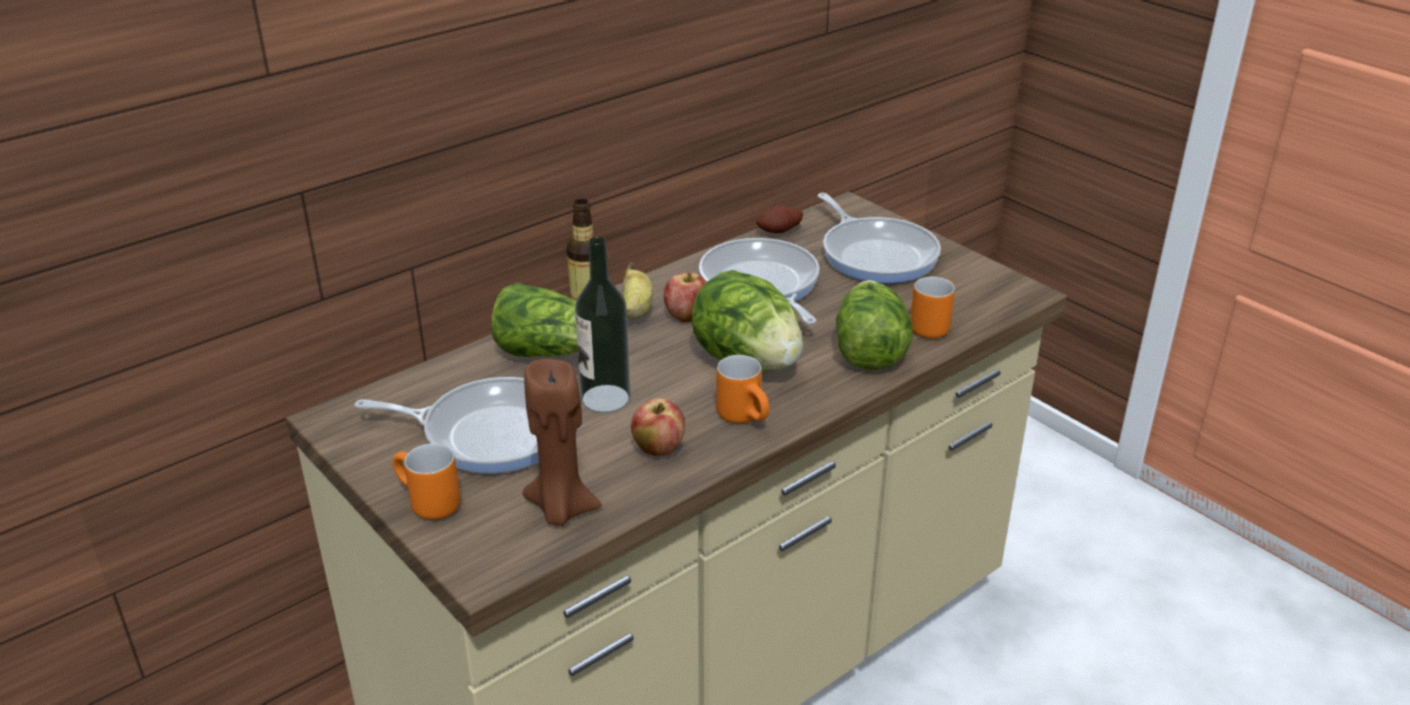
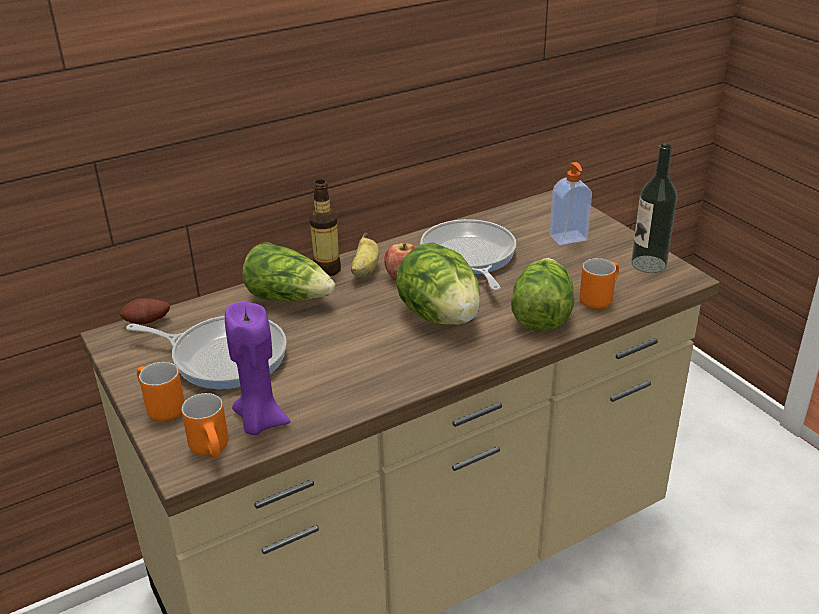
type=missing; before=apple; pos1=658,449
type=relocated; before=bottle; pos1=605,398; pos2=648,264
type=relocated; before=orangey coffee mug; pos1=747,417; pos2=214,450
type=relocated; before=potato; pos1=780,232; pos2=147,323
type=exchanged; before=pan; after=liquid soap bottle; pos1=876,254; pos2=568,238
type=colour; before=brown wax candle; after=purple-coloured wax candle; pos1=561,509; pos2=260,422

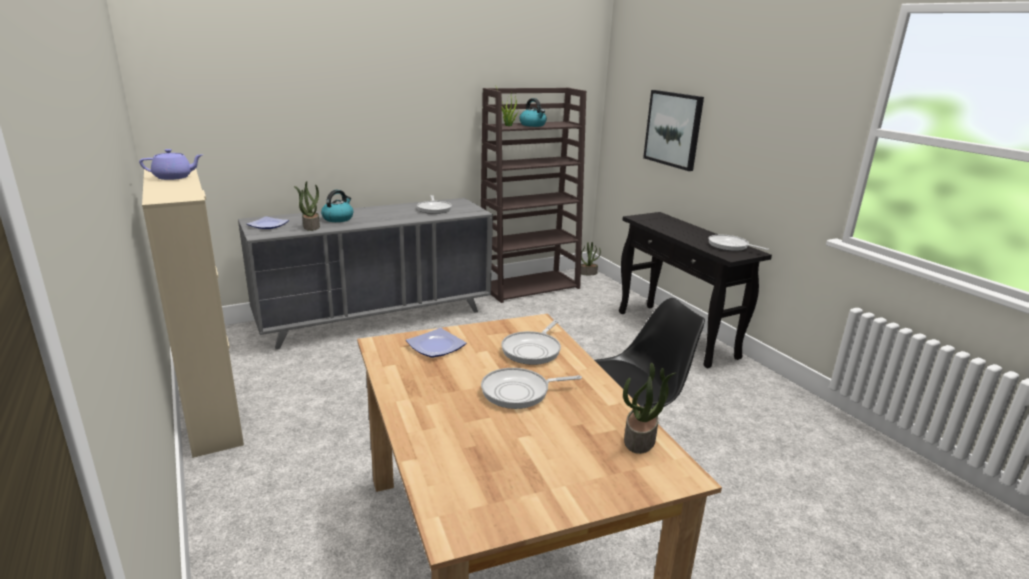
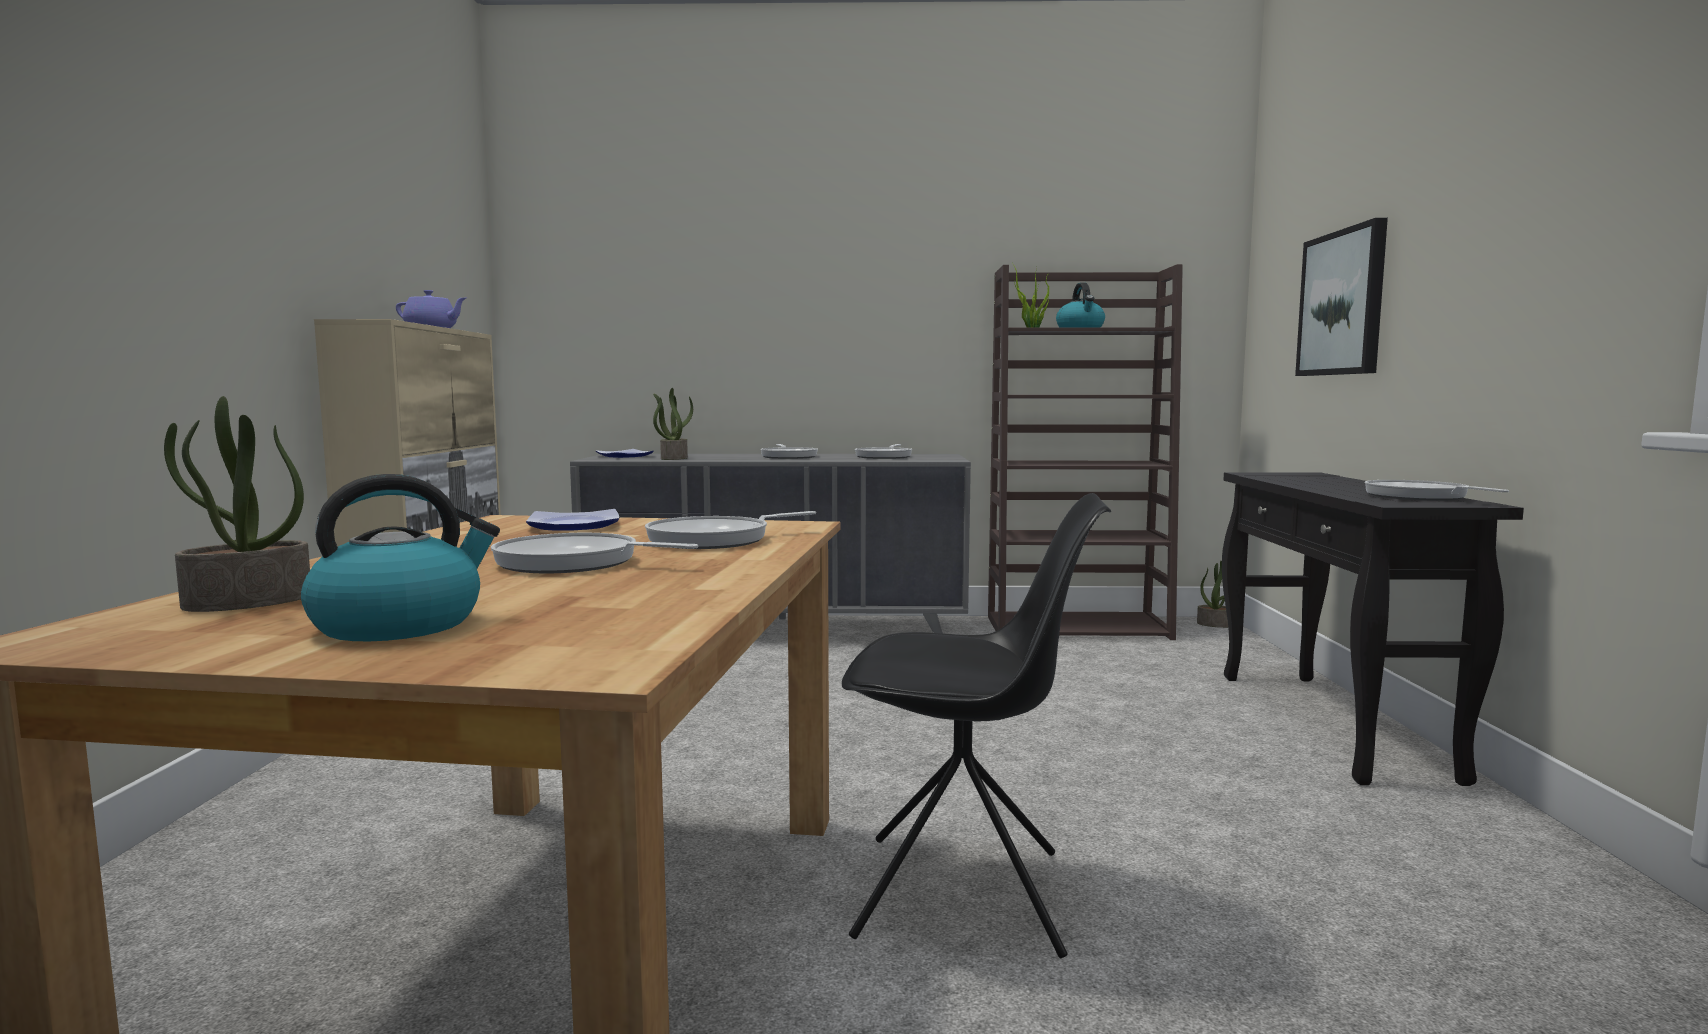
type=appeared; after=pan; pos2=788,456
type=relocated; before=water kettle; pos1=338,218; pos2=400,624
type=relocated; before=potted plant; pos1=640,440; pos2=247,602

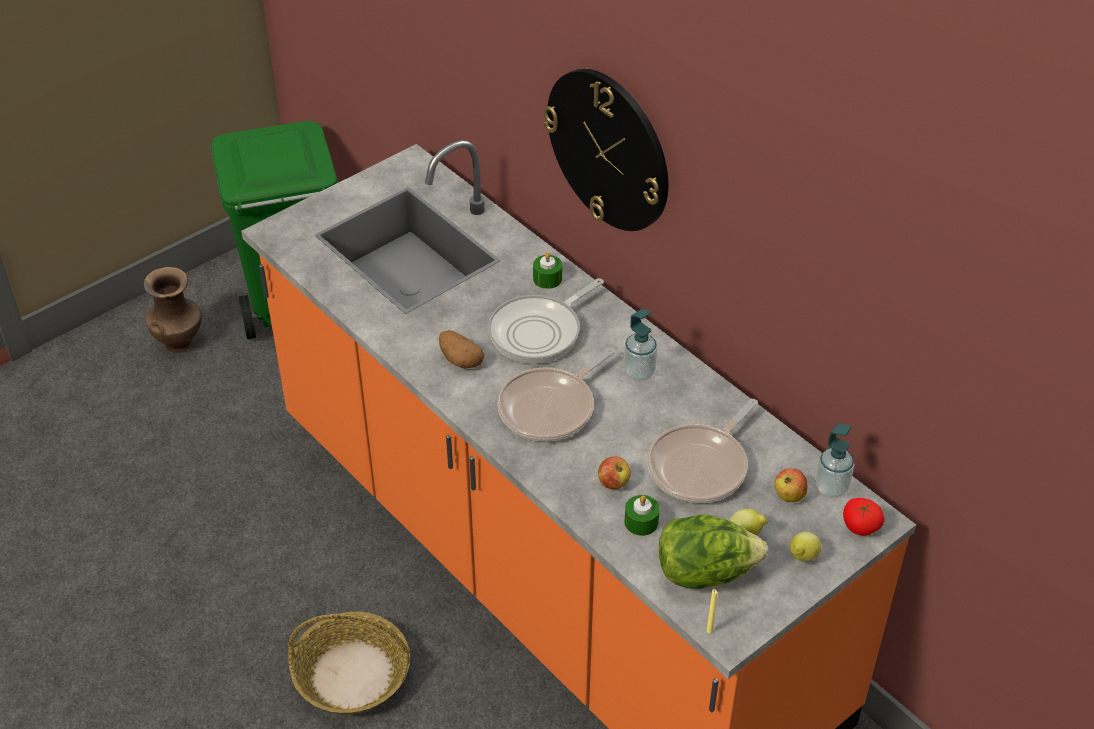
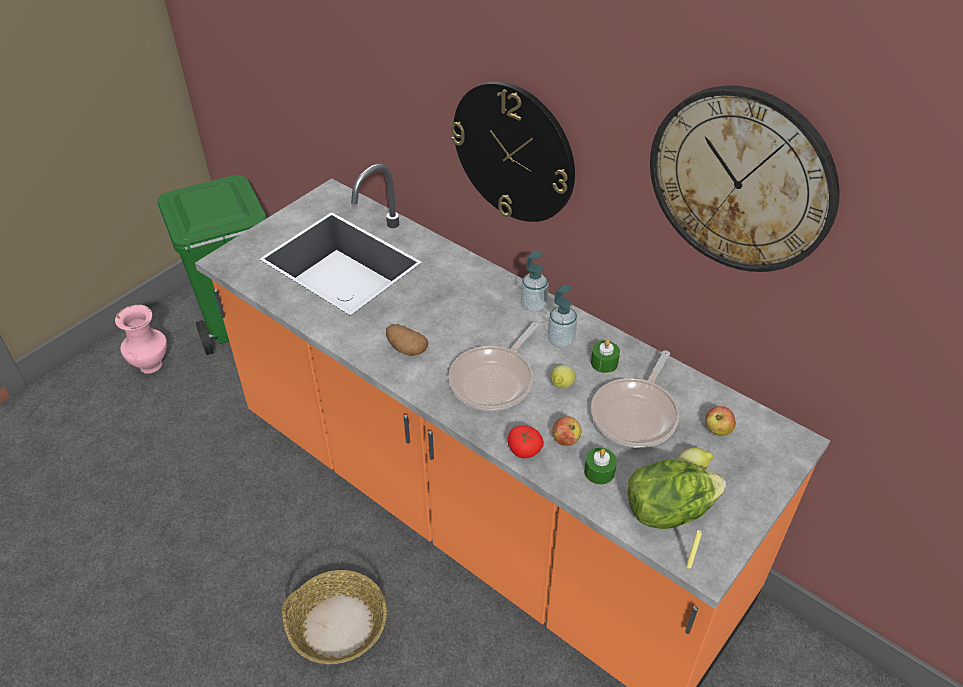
type=missing; before=pan; pos1=539,332
type=appeared; after=wall clock; pos2=741,180
type=relocated; before=green wax candle; pos1=547,278; pos2=604,362
type=relocated; before=lemon; pos1=802,558; pos2=561,387
type=relocated; before=liquid soap bottle; pos1=831,488; pos2=533,305
type=relocated; before=whole tomato; pos1=859,527; pos2=523,451
type=colour; before=brown decorative vase; after=pinkish decorative vase; pos1=179,342; pos2=151,364

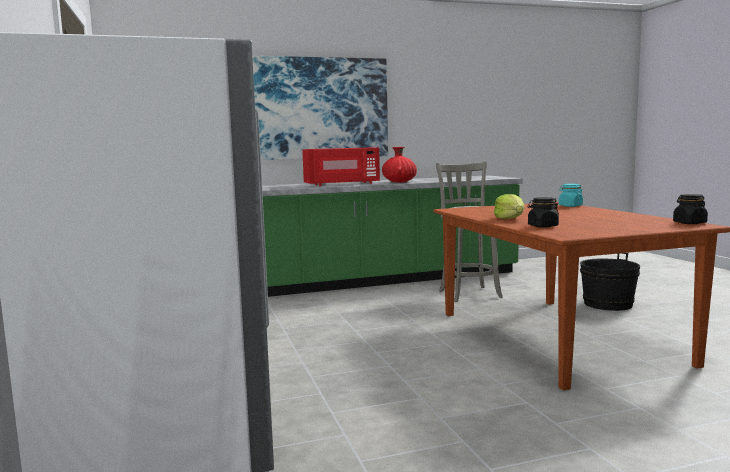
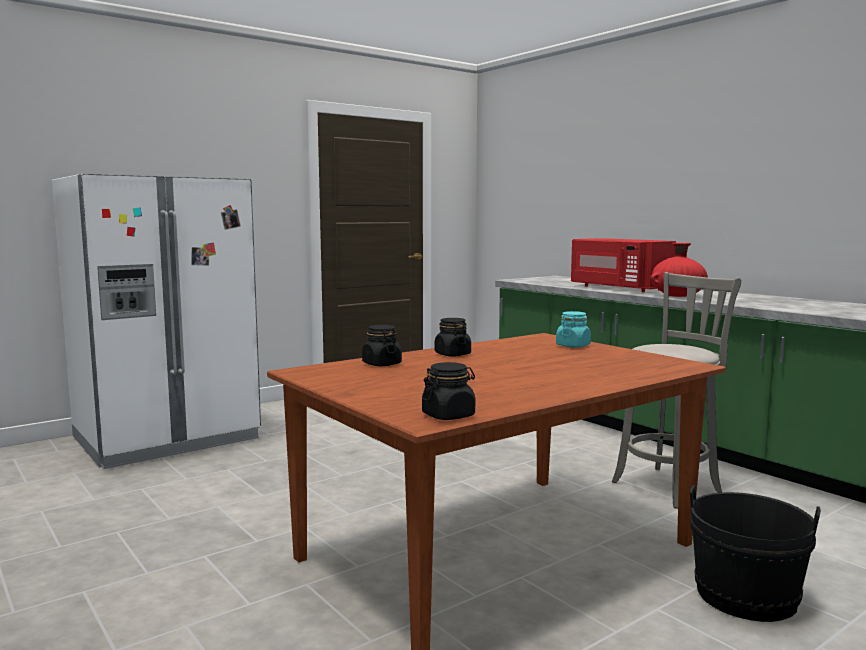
type=missing; before=picture; pos1=316,108
type=relocated; before=blue-green jar; pos1=570,206; pos2=573,346
type=exchanged; before=lettuce; after=black jar; pos1=510,219; pos2=452,354

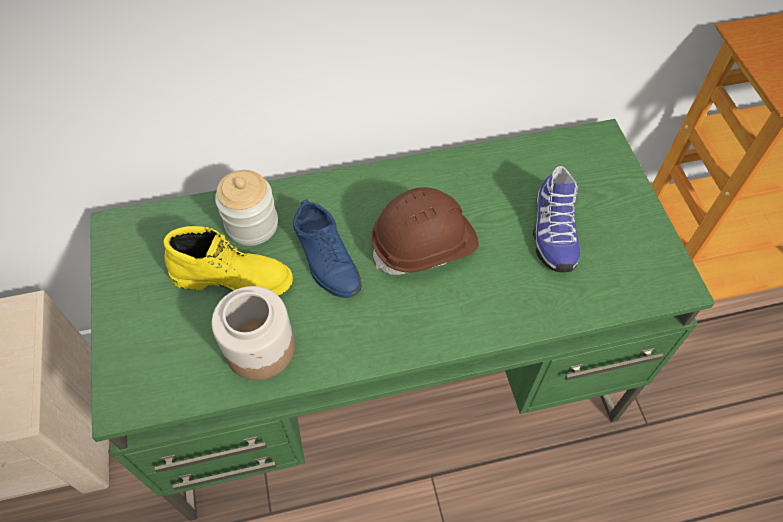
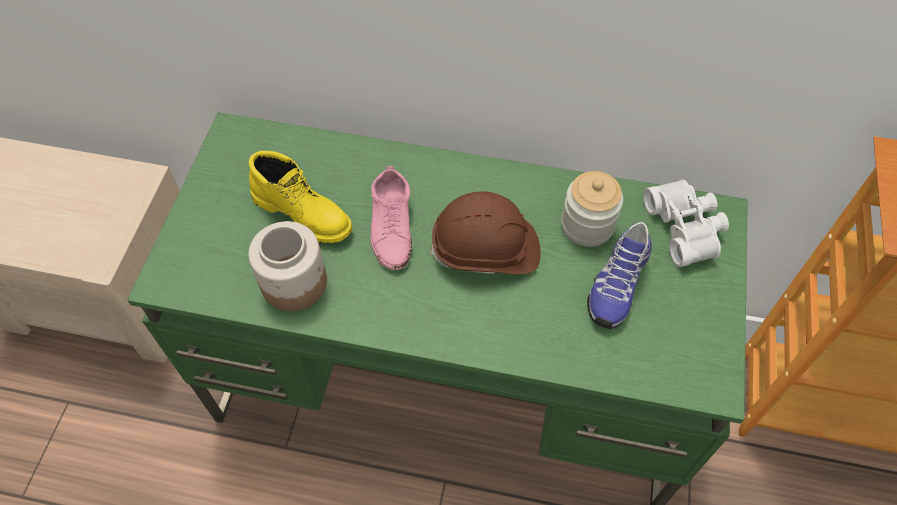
type=appeared; after=whitish pair of binoculars; pos2=686,228
type=relocated; before=jar; pos1=252,225; pos2=587,225
type=colour; before=blue-coloured shoe; after=pinkish shoe; pos1=326,257; pos2=392,226

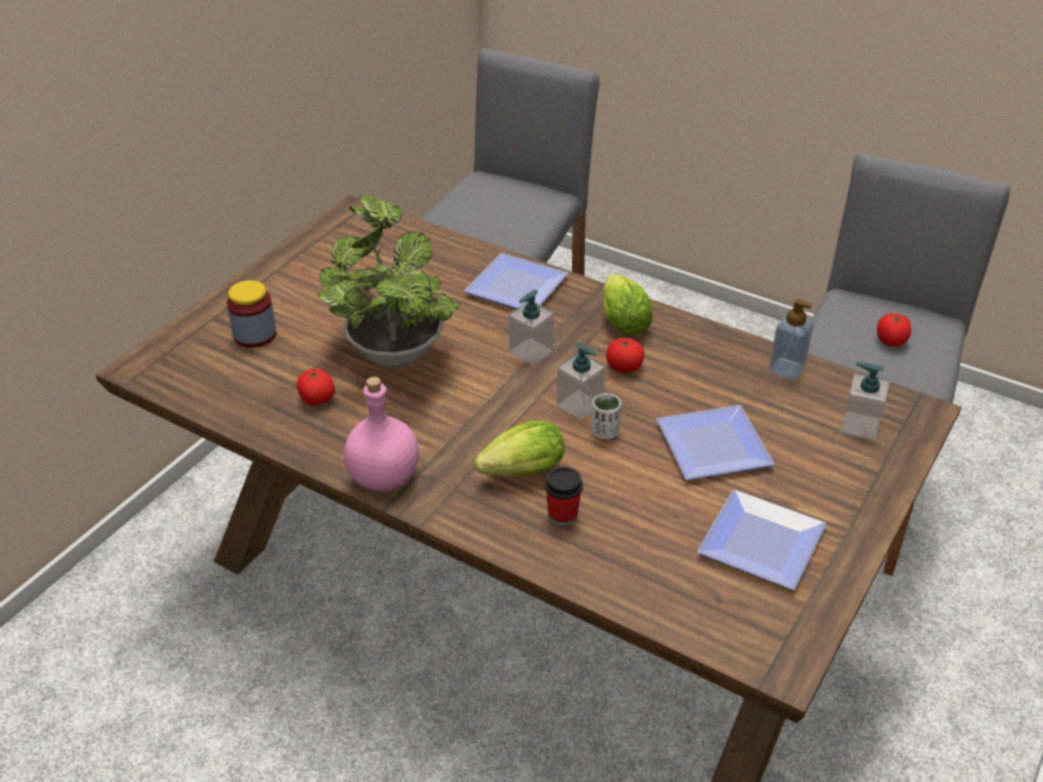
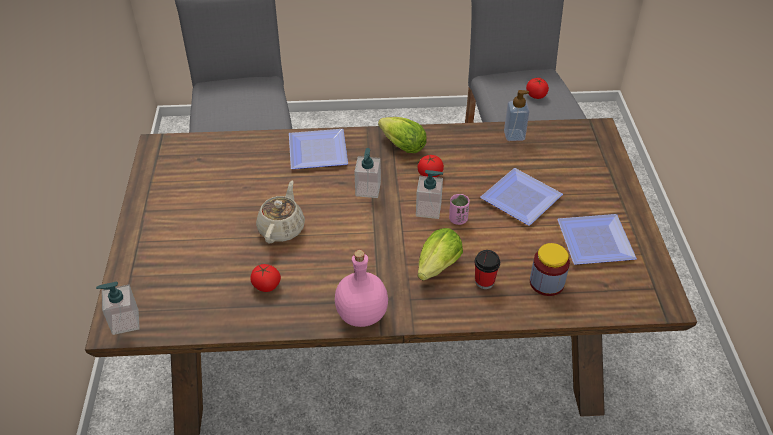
type=relocated; before=jar; pos1=255,335; pos2=546,283
type=relocated; before=liquid soap bottle; pos1=859,425; pos2=125,322
type=exchanged; before=potted plant; after=sand-coloured pot for tea; pos1=393,349; pos2=282,228
type=colour; before=whitish small cup; after=pinkish small cup; pos1=605,432; pos2=458,219

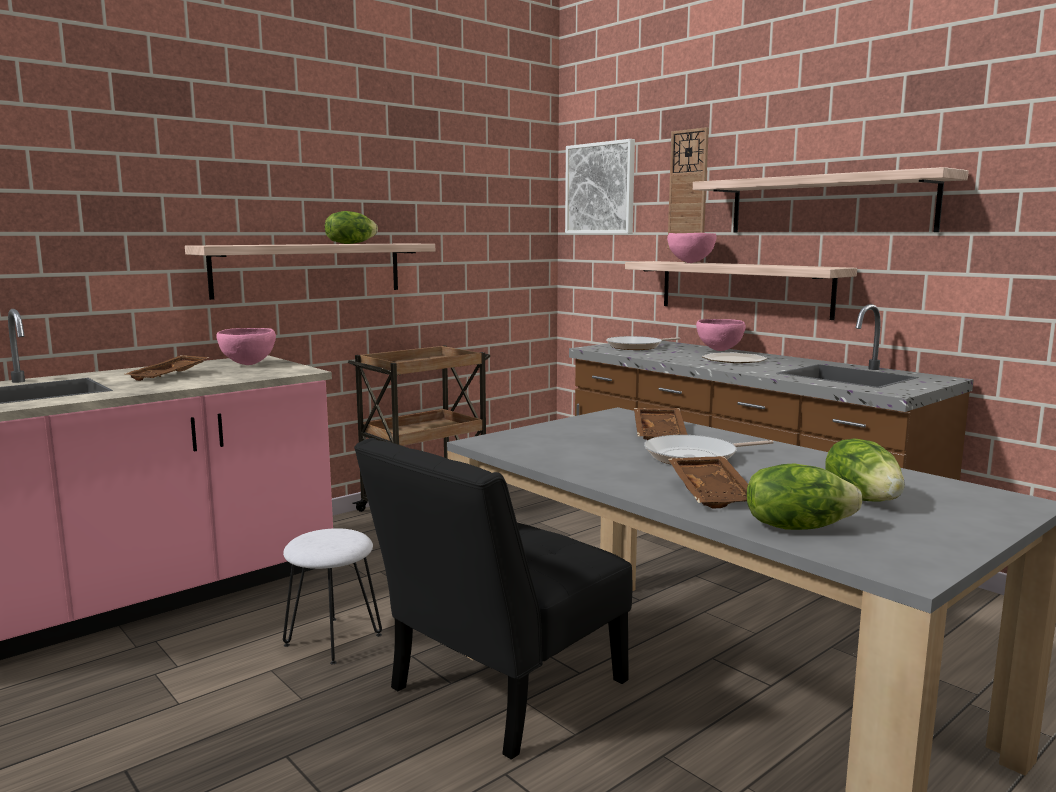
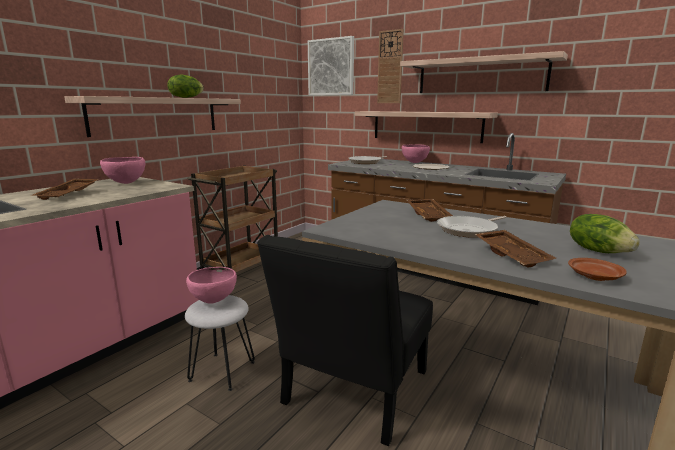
type=relocated; before=pinkish serving bowl; pos1=691,263; pos2=214,301
type=exchanged; before=lettuce; after=brown dinner plate; pos1=796,526; pos2=594,276

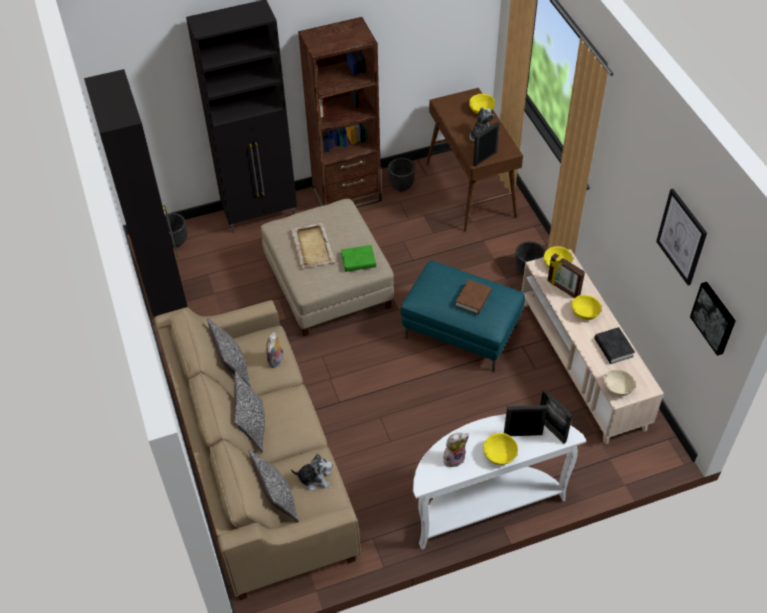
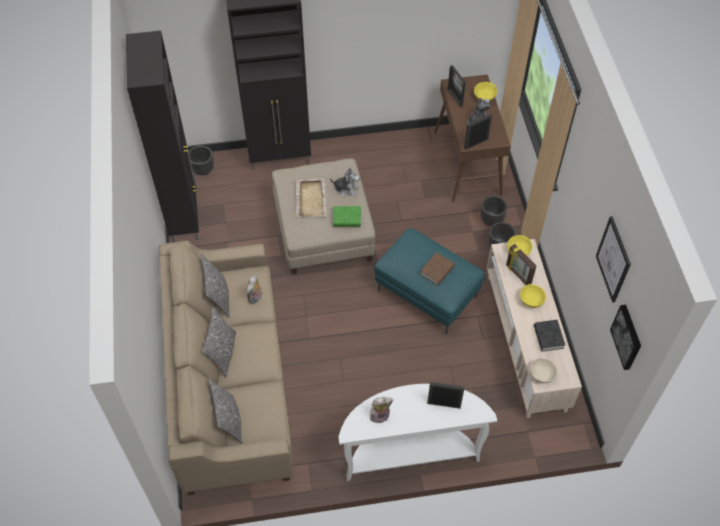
type=missing; before=brown bookshelf; pos1=347,195
type=missing; before=yellowish serving bowl; pos1=499,455
type=relocated; before=cuddly toy; pos1=315,479; pos2=346,189
type=relocated; before=black plant pot; pos1=402,186; pos2=491,220
type=relocated; before=standing frame; pos1=551,430; pos2=455,98

